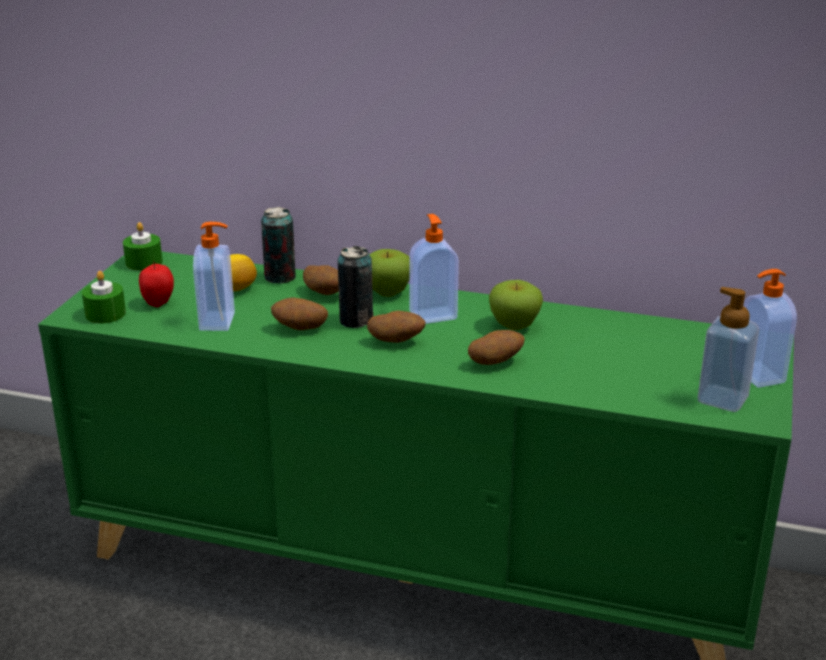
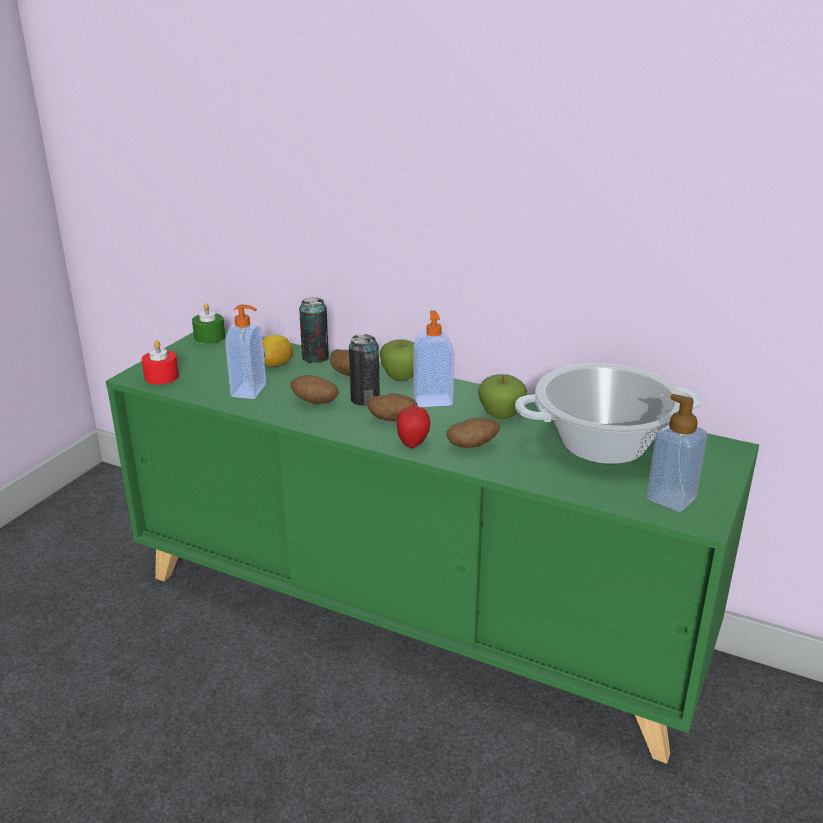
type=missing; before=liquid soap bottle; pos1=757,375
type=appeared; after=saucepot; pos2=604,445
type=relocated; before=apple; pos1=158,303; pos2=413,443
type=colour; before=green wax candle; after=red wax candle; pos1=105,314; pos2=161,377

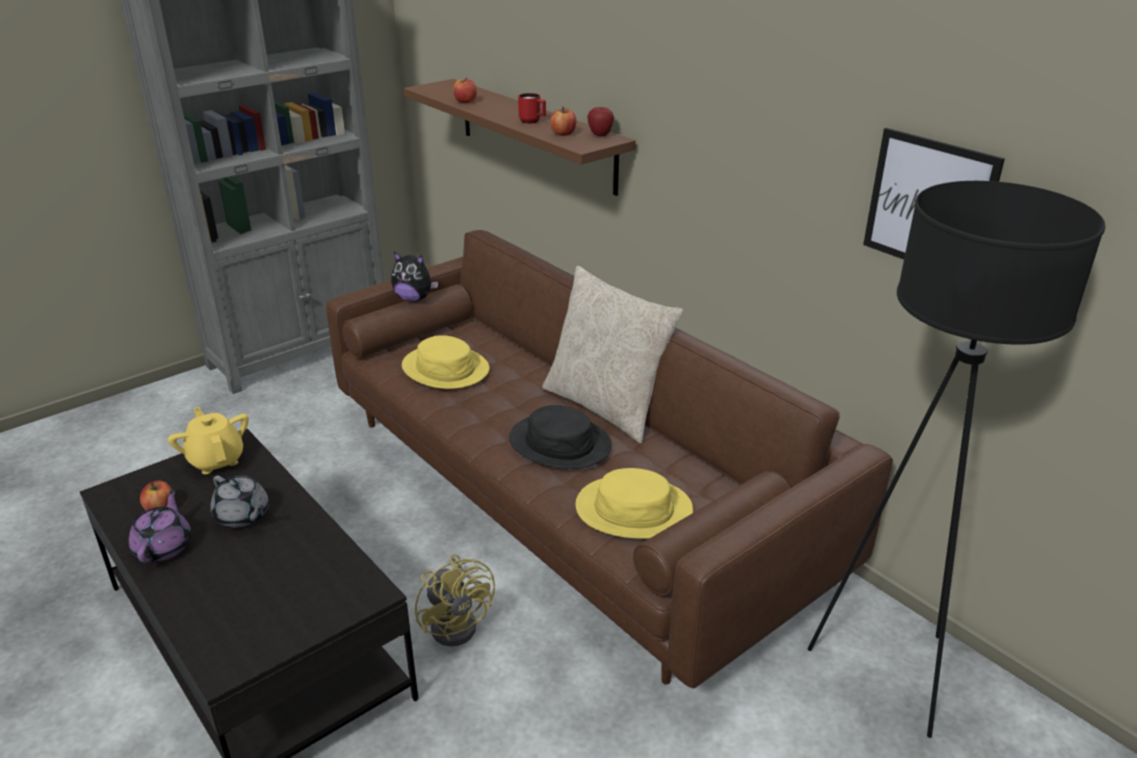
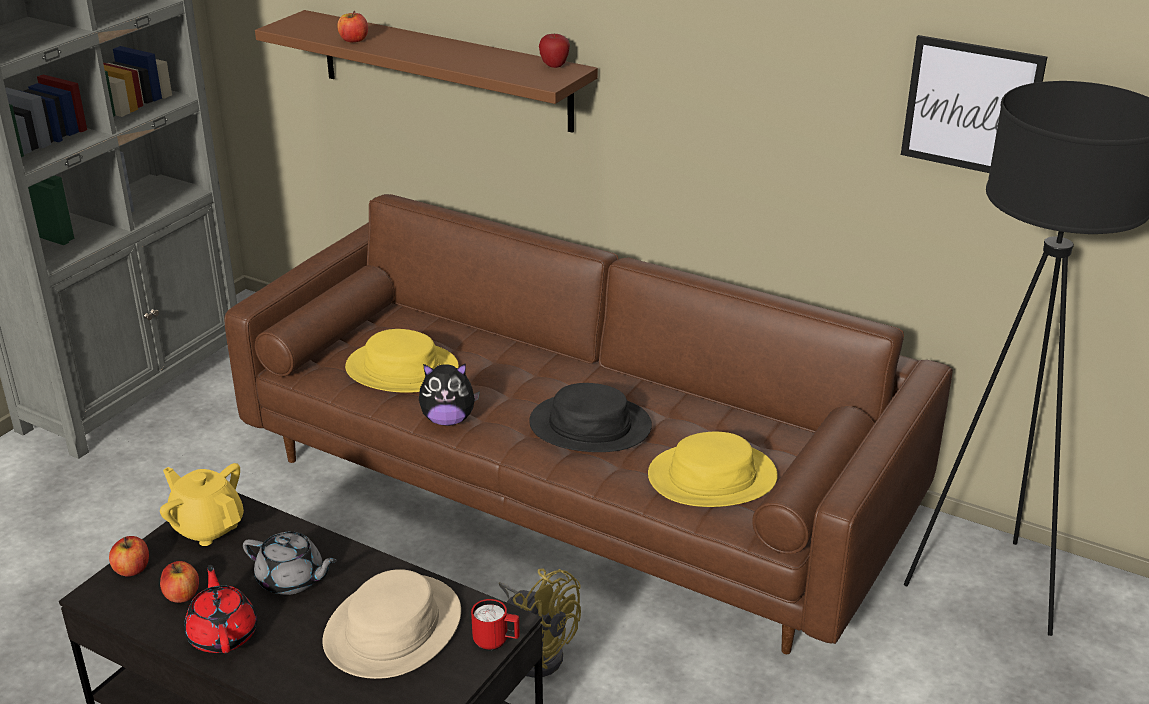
type=missing; before=sand-coloured cushion; pos1=606,406
type=appeared; after=sand-coloured hat; pos2=392,628
type=relocated; before=cuddly toy; pos1=414,299; pos2=448,420
type=relocated; before=red coffee mug; pos1=532,122; pos2=496,642
type=relocated; before=apple; pos1=563,134; pos2=132,569
type=colour; before=purple-coloured pot for tea; after=red pot for tea; pos1=164,546; pos2=223,634

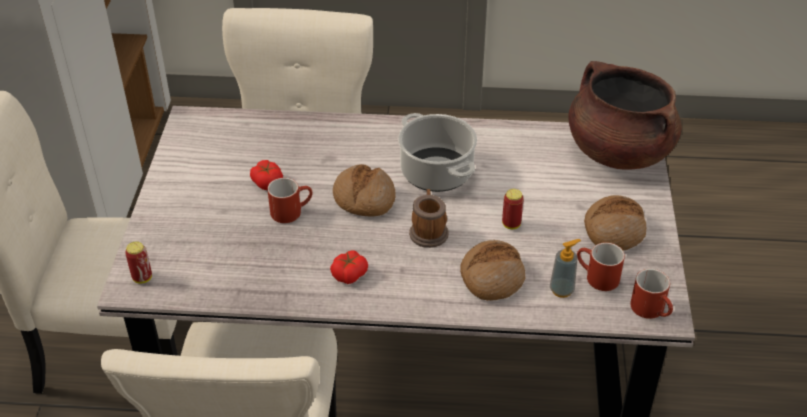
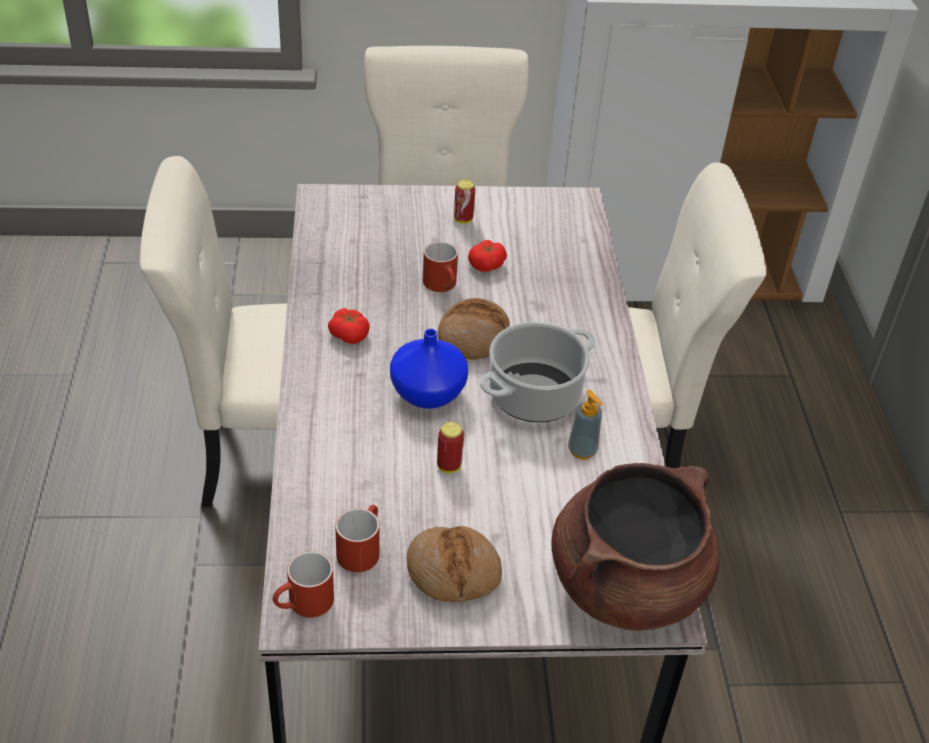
type=missing; before=bread; pos1=492,277
type=relocated; before=can; pos1=142,278; pos2=463,219
type=relocated; before=liquid soap bottle; pos1=562,290; pos2=582,450
type=exchanged; before=coffee mug; after=blue-coloured decorative vase; pos1=428,231; pos2=426,392

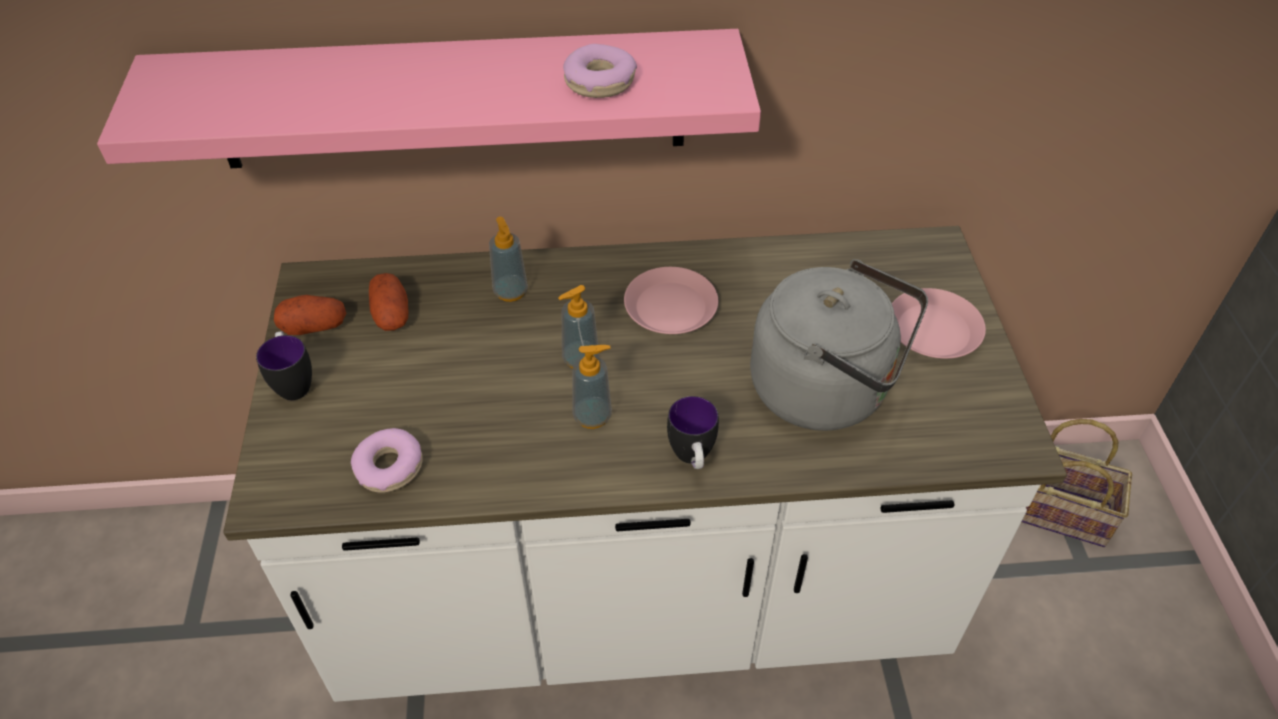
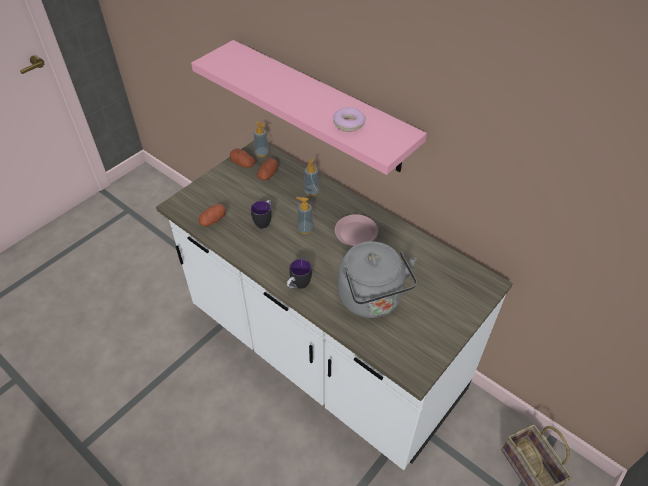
type=missing; before=pinkish dinner plate; pos1=932,330
type=relocated; before=coffee mug; pos1=293,382; pos2=264,221
type=relocated; before=liquid soap bottle; pos1=592,416; pos2=262,153
type=exchanged; before=doughnut; after=potato; pos1=389,467; pos2=213,220

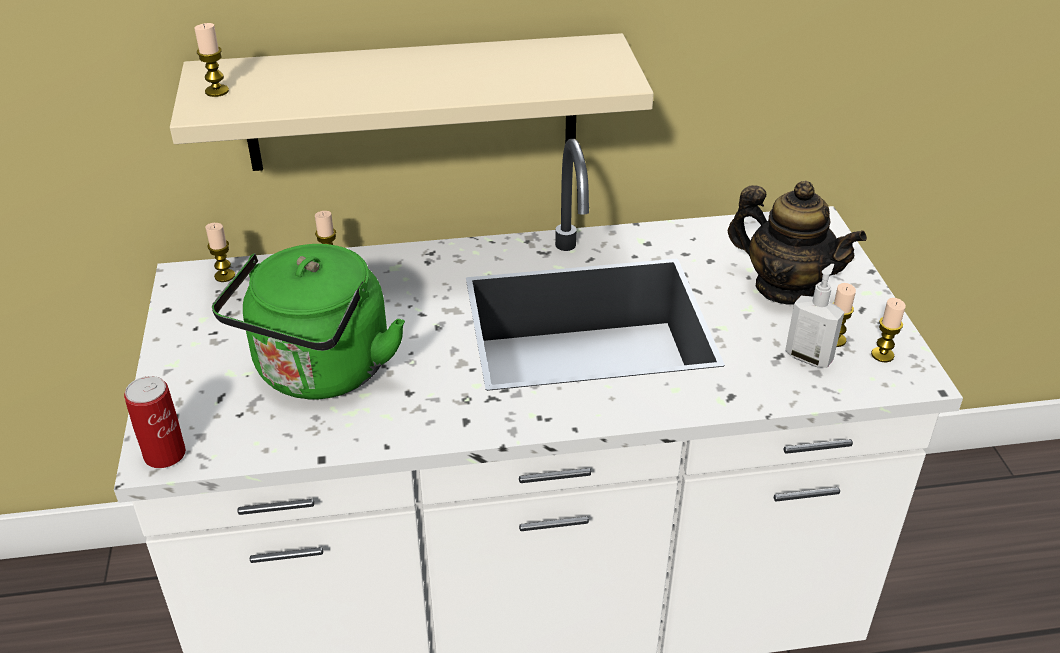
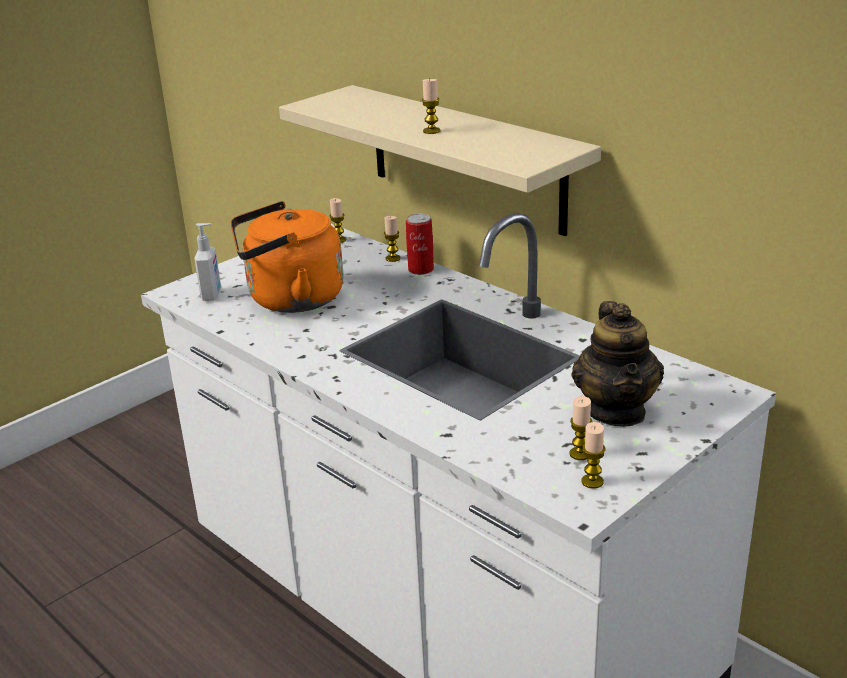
type=relocated; before=can; pos1=165,454; pos2=421,270
type=relocated; before=wax candle; pos1=217,91; pos2=431,131
type=relocated; before=liquid soap bottle; pos1=809,357; pos2=212,295
type=colour; before=green water kettle; after=orangey water kettle; pos1=320,373; pos2=290,299

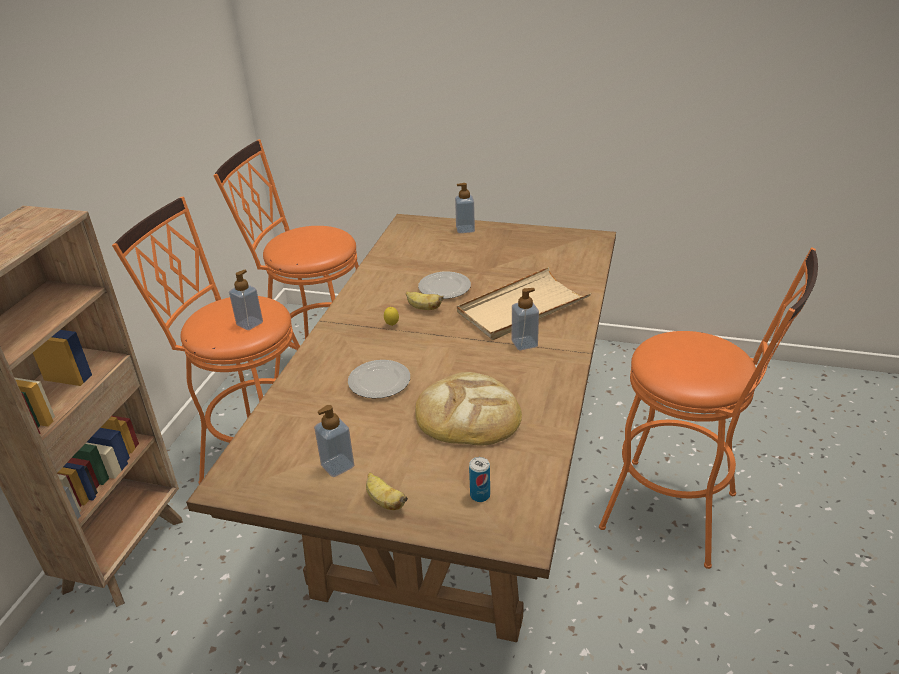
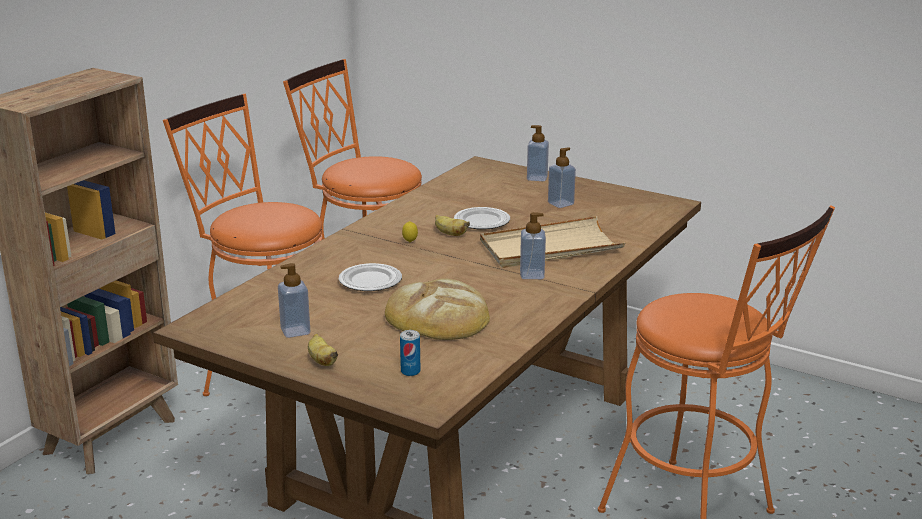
type=relocated; before=liquid soap bottle; pos1=249,323; pos2=560,203

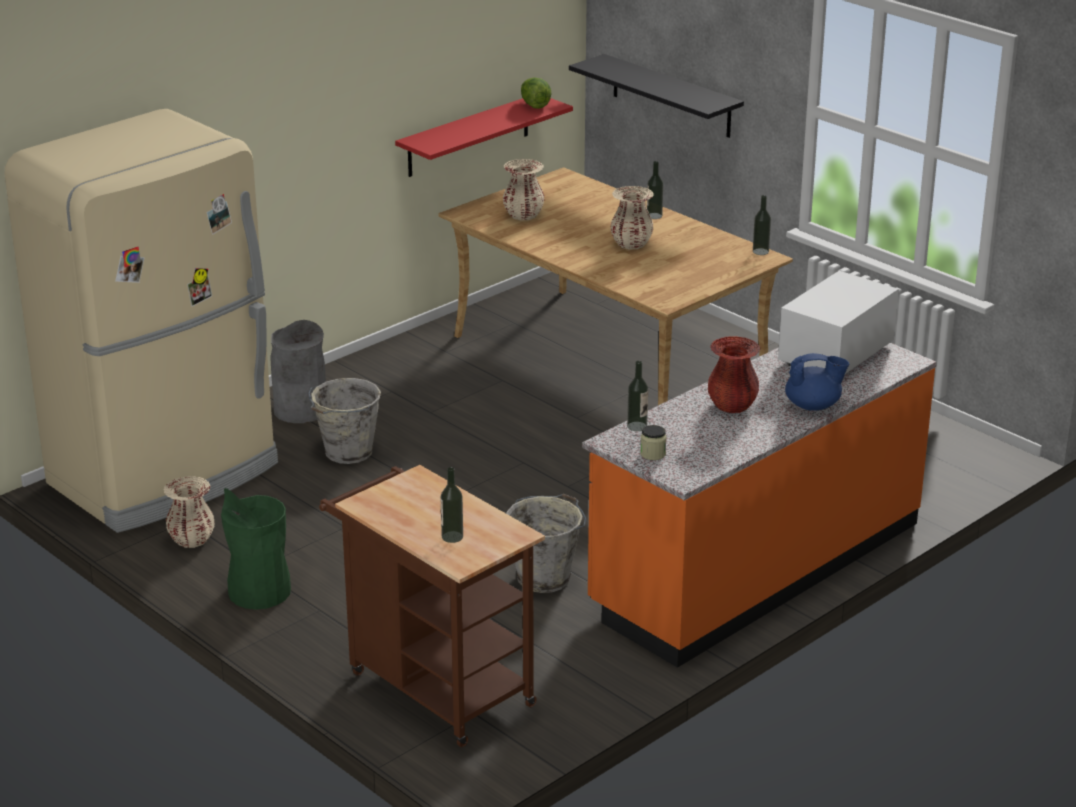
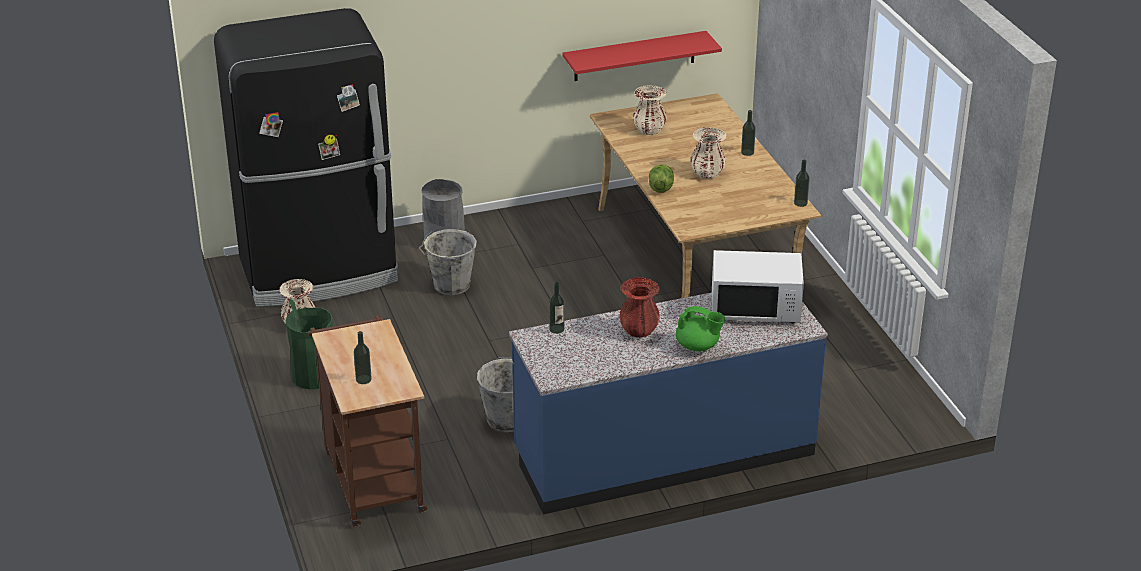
type=missing; before=black bracket shelf; pos1=671,96
type=missing; before=jar; pos1=653,454
type=relocated; before=lettuce; pos1=534,105; pos2=661,187
type=colour; before=sand-coloured kitchen fridge; after=black kitchen fridge; pos1=166,475; pos2=319,271
type=colour; before=orangey counter; after=blue-coloured counter; pos1=755,566; pos2=663,454
type=colour; before=blue-coloured pot for tea; after=green pot for tea; pos1=813,405; pos2=698,346
type=spun; before=whitish microwave; pos1=836,355; pos2=755,309; turn=-150

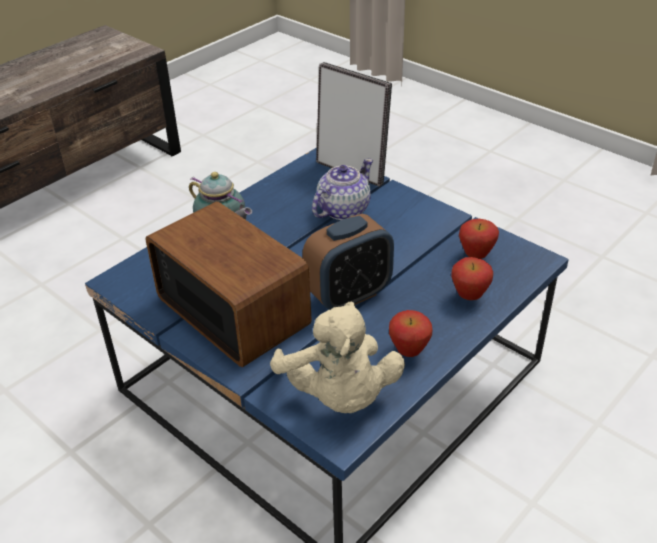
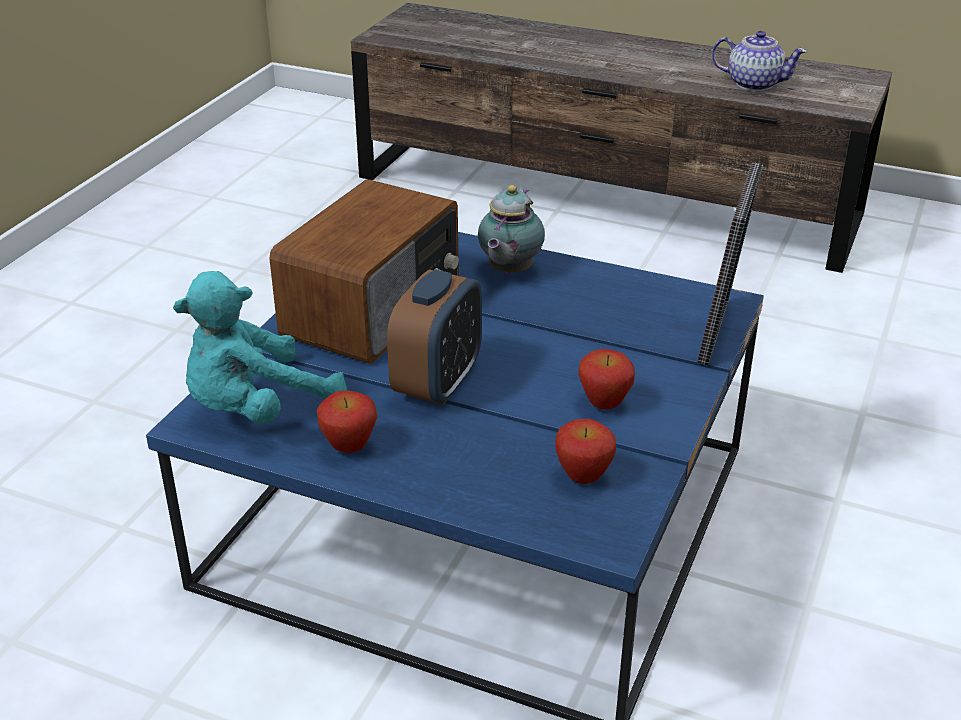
type=relocated; before=pot for tea; pos1=342,210; pos2=753,84
type=relocated; before=apple; pos1=469,296; pos2=604,405
type=colour; before=sand-coloured cuddly toy; after=blue-green cuddly toy; pos1=338,395; pos2=256,409
type=spun; before=table clock; pos1=349,295; pos2=438,383; turn=-105

